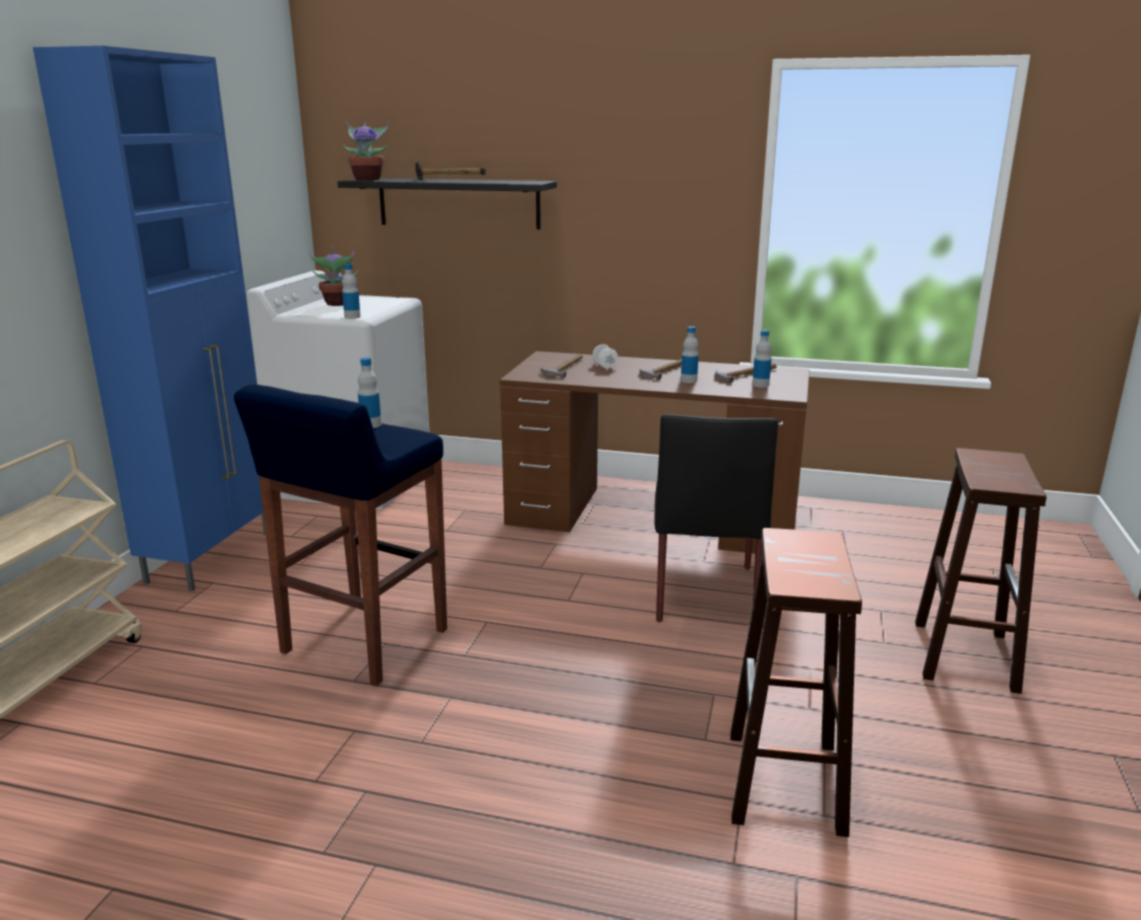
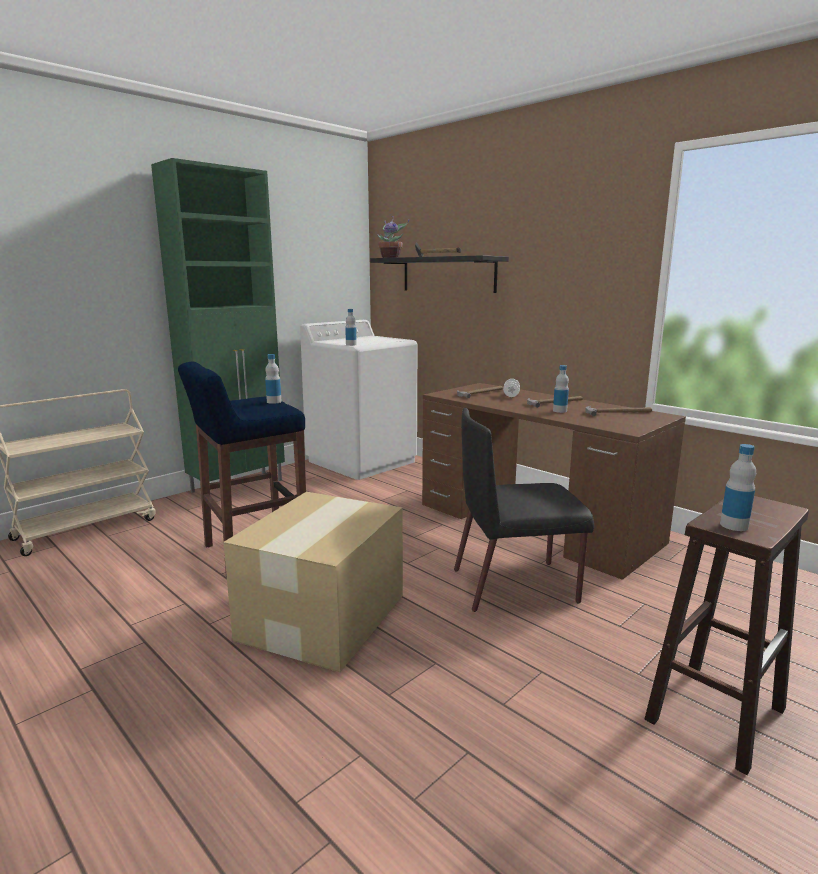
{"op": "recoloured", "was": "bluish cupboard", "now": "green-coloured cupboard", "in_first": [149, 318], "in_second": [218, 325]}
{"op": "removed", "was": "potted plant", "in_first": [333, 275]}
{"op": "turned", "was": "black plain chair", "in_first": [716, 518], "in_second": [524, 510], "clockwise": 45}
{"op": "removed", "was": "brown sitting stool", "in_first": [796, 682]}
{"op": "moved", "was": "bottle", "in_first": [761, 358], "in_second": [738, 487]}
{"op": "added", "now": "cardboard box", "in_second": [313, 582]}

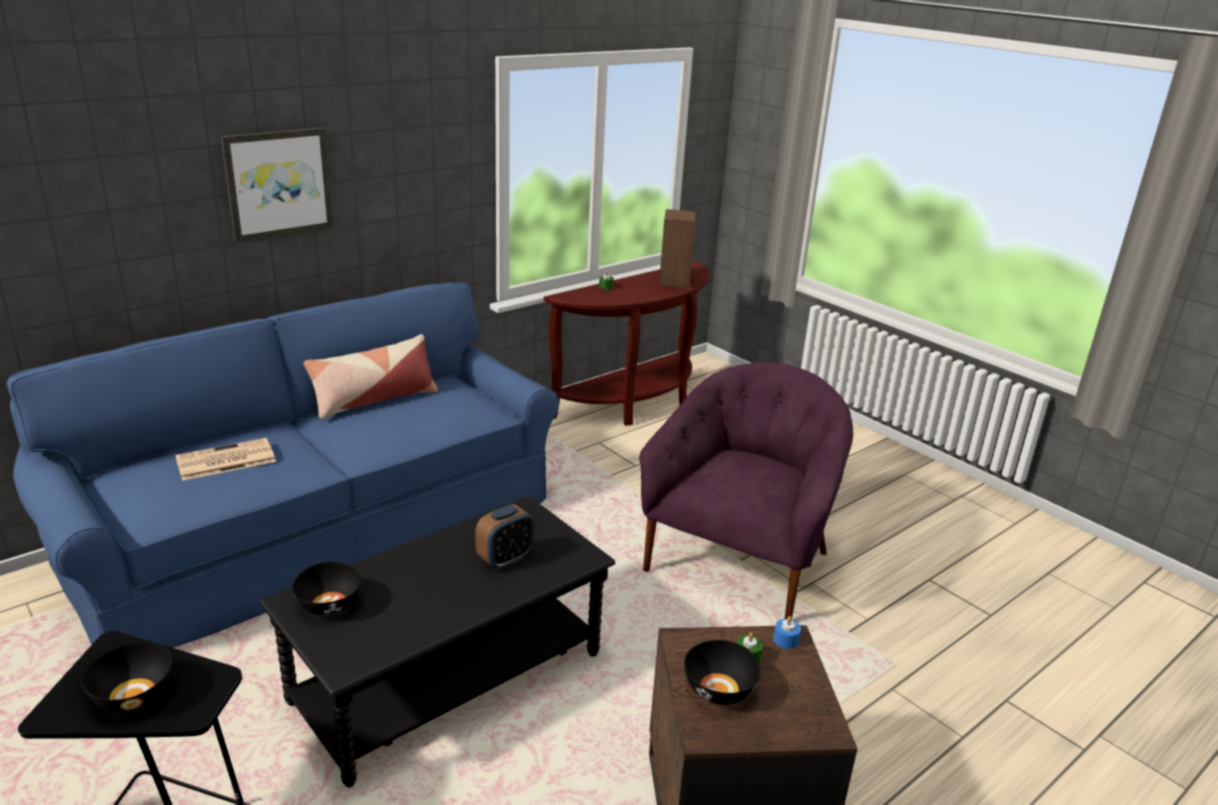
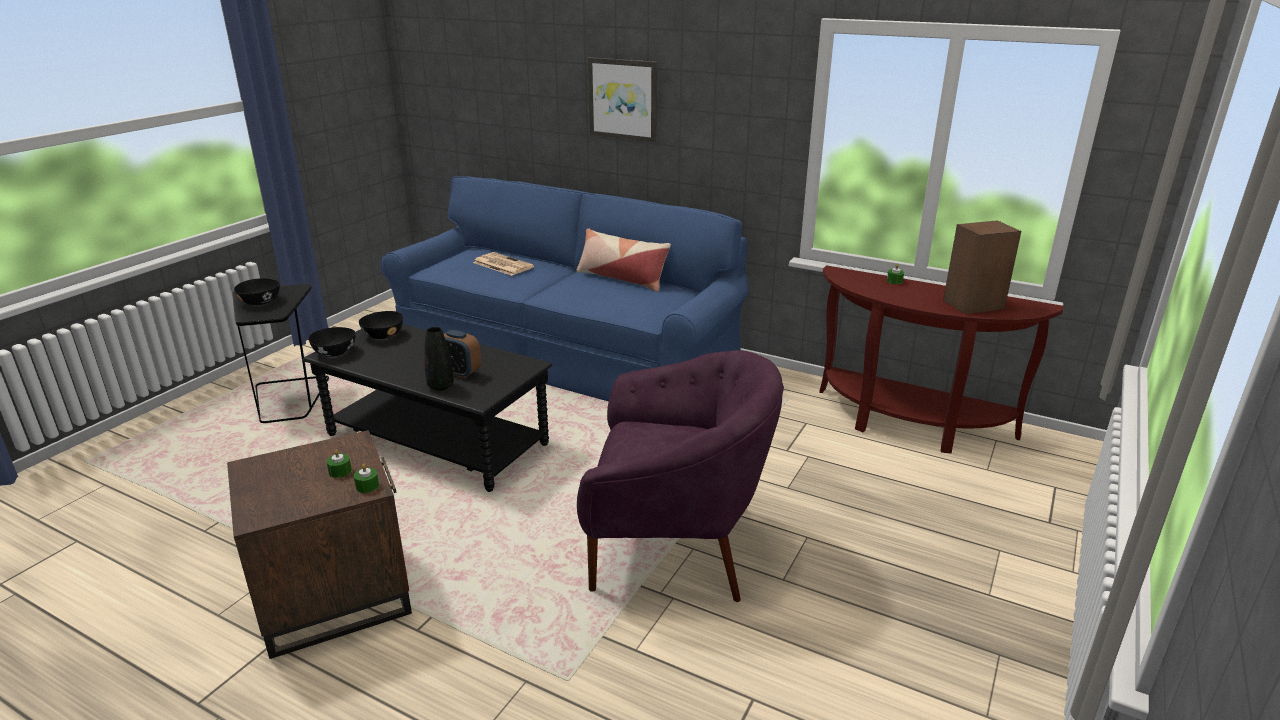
{"op": "moved", "was": "black deep dish", "in_first": [722, 672], "in_second": [331, 342]}
{"op": "recoloured", "was": "bluish wax light", "now": "green-coloured wax light", "in_first": [787, 632], "in_second": [366, 478]}
{"op": "added", "now": "black vase", "in_second": [439, 359]}

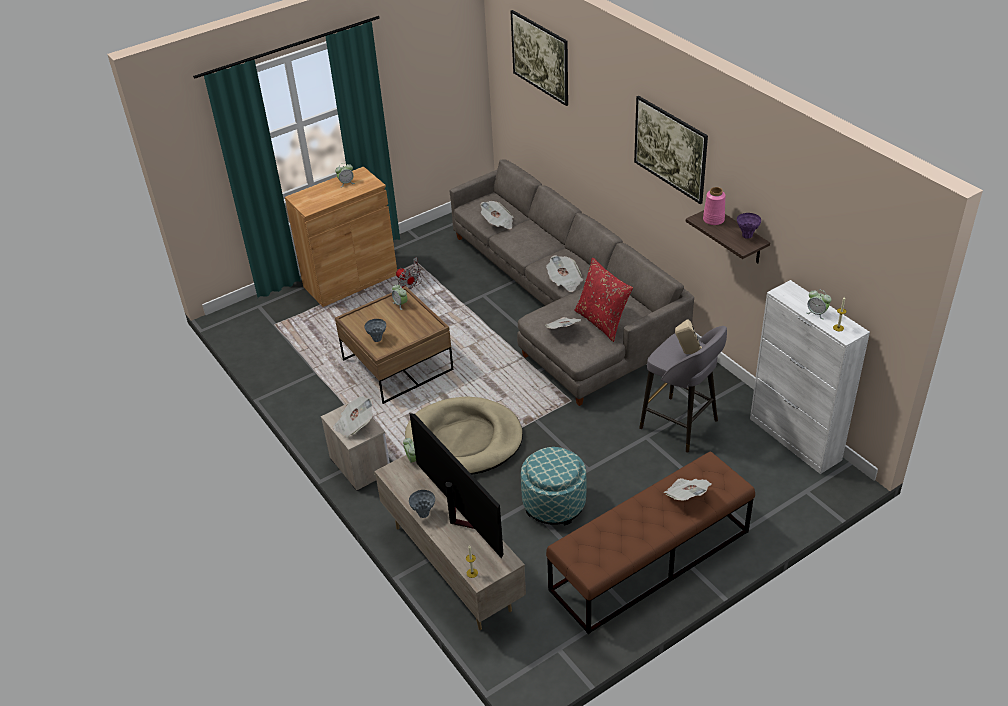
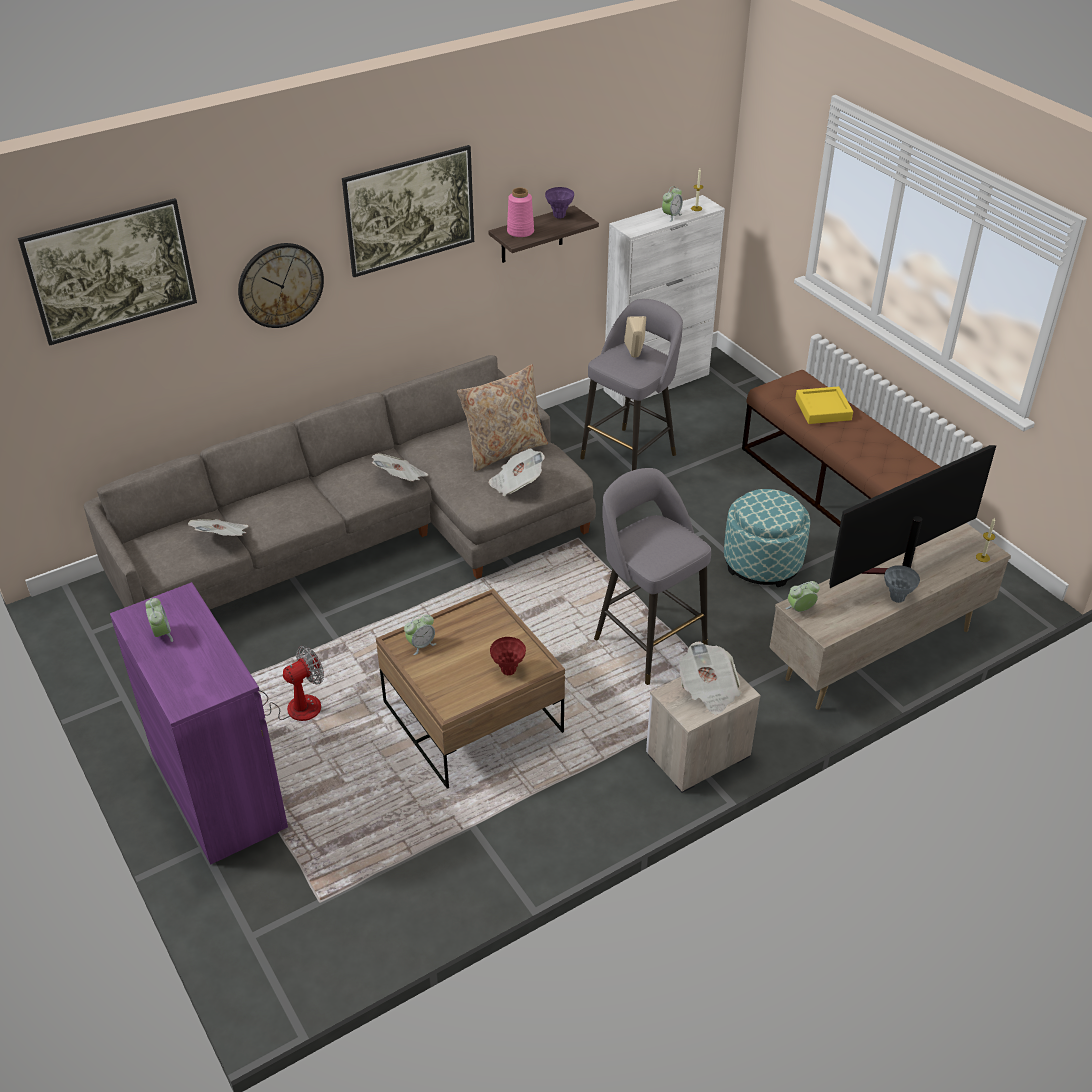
{"op": "recoloured", "was": "brown cupboard", "now": "purple cupboard", "in_first": [341, 237], "in_second": [199, 723]}
{"op": "recoloured", "was": "greyish vase", "now": "red vase", "in_first": [375, 330], "in_second": [508, 656]}
{"op": "replaced", "was": "sand-coloured dog bed", "now": "greyish sitting stool", "in_first": [464, 436], "in_second": [652, 576]}
{"op": "recoloured", "was": "red throw pillow", "now": "sand-coloured throw pillow", "in_first": [603, 300], "in_second": [502, 417]}
{"op": "replaced", "was": "daily paper", "now": "yellow-coloured serving tray", "in_first": [687, 489], "in_second": [824, 405]}
{"op": "added", "now": "clock on the wall", "in_second": [281, 285]}

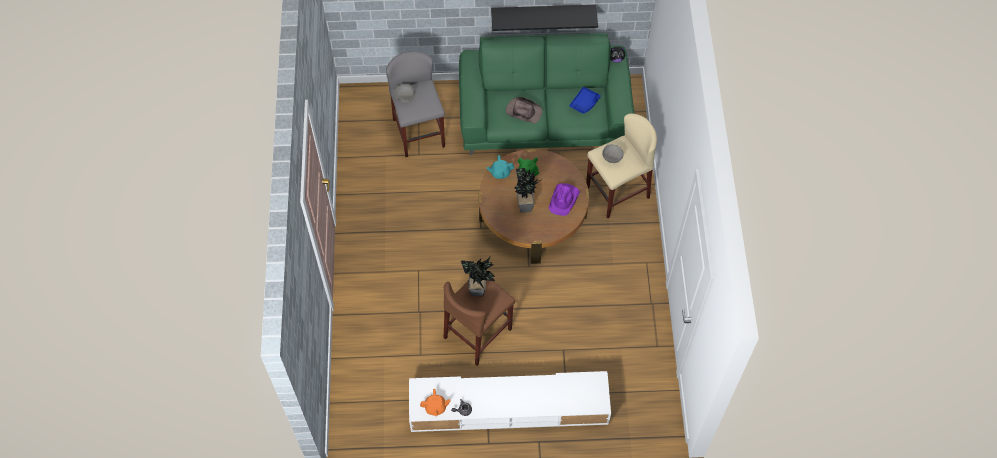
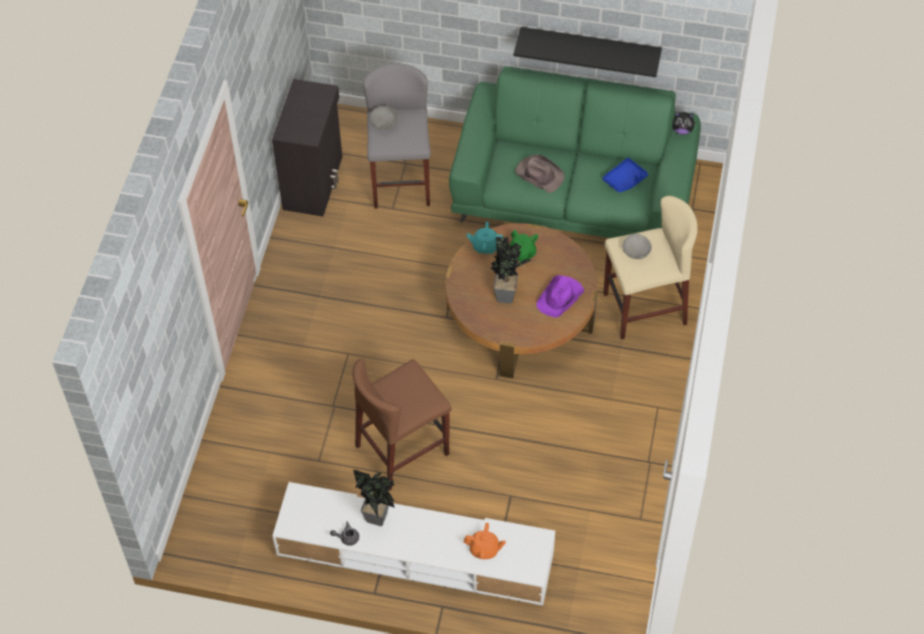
{"op": "moved", "was": "orange tea pot", "in_first": [435, 402], "in_second": [485, 541]}
{"op": "moved", "was": "potted plant", "in_first": [478, 276], "in_second": [374, 498]}
{"op": "added", "now": "black cupboard", "in_second": [307, 148]}

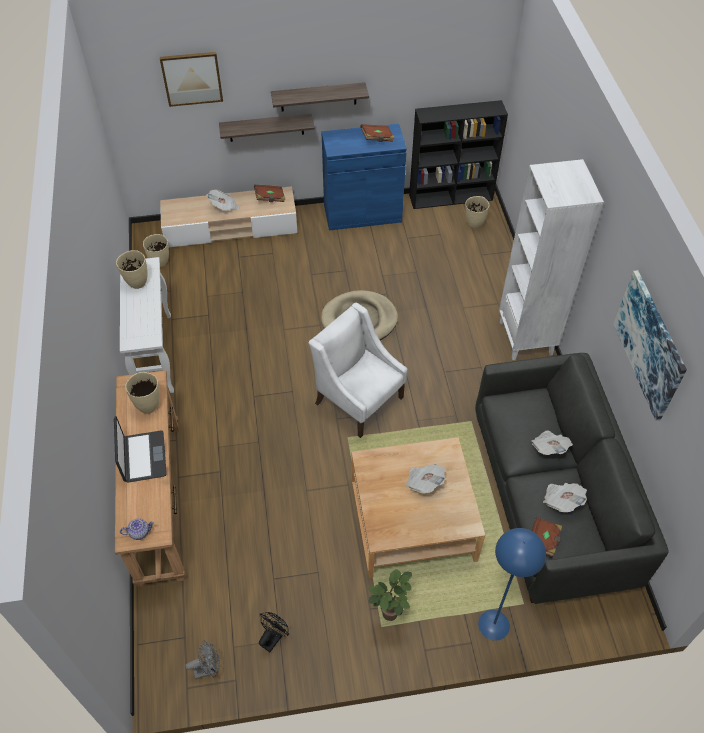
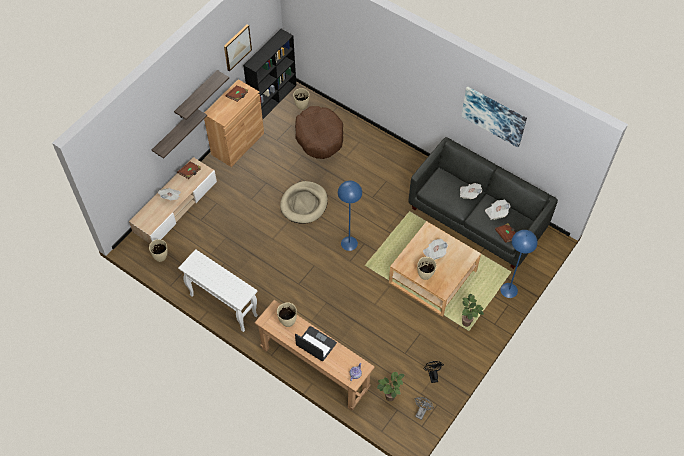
{"op": "moved", "was": "sand-coloured vase", "in_first": [132, 269], "in_second": [426, 268]}
{"op": "moved", "was": "wall picture", "in_first": [191, 79], "in_second": [238, 47]}
{"op": "replaced", "was": "whitish lounge chair", "now": "bluish standing lamp", "in_first": [358, 370], "in_second": [350, 216]}
{"op": "recoloured", "was": "bluish cupboard", "now": "brown cupboard", "in_first": [364, 177], "in_second": [234, 123]}
{"op": "removed", "was": "whitish bookshelf", "in_first": [551, 259]}
{"op": "added", "now": "brown dog bed", "in_second": [319, 132]}
{"op": "added", "now": "potted plant", "in_second": [391, 386]}

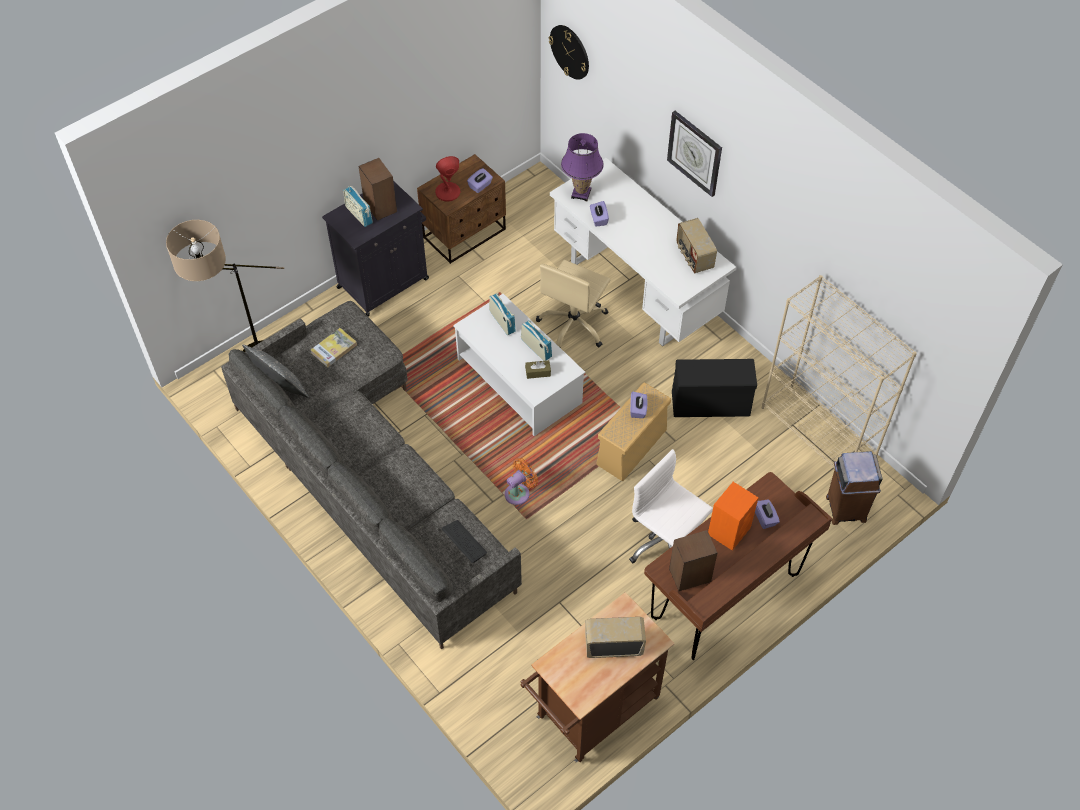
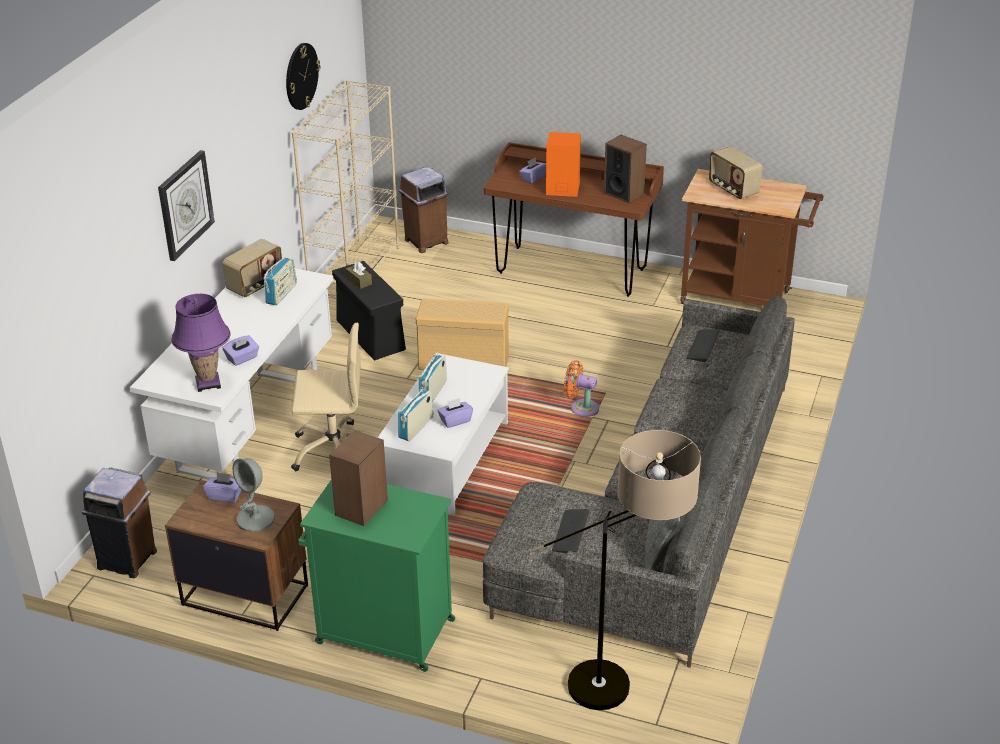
{"op": "replaced", "was": "book", "now": "keyboard", "in_first": [334, 347], "in_second": [570, 531]}
{"op": "recoloured", "was": "black cupboard", "now": "green-coloured cupboard", "in_first": [375, 248], "in_second": [376, 575]}
{"op": "moved", "was": "radio receiver", "in_first": [358, 206], "in_second": [280, 281]}
{"op": "recoloured", "was": "red lamp for a table", "now": "greyish lamp for a table", "in_first": [447, 179], "in_second": [254, 495]}
{"op": "moved", "was": "brown tissue holder", "in_first": [538, 369], "in_second": [359, 275]}
{"op": "moved", "was": "clock on the wall", "in_first": [569, 52], "in_second": [303, 76]}
{"op": "removed", "was": "whitish office chair", "in_first": [671, 506]}
{"op": "moved", "was": "purple tissue holder", "in_first": [638, 404], "in_second": [455, 413]}
{"op": "added", "now": "brown waste bin", "in_second": [119, 523]}

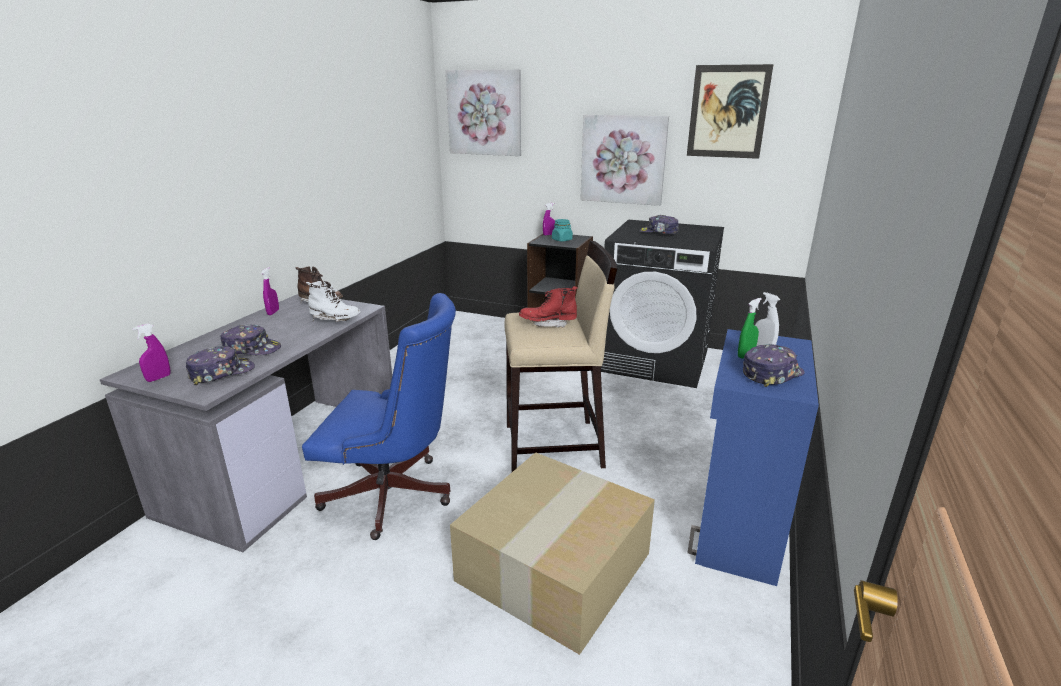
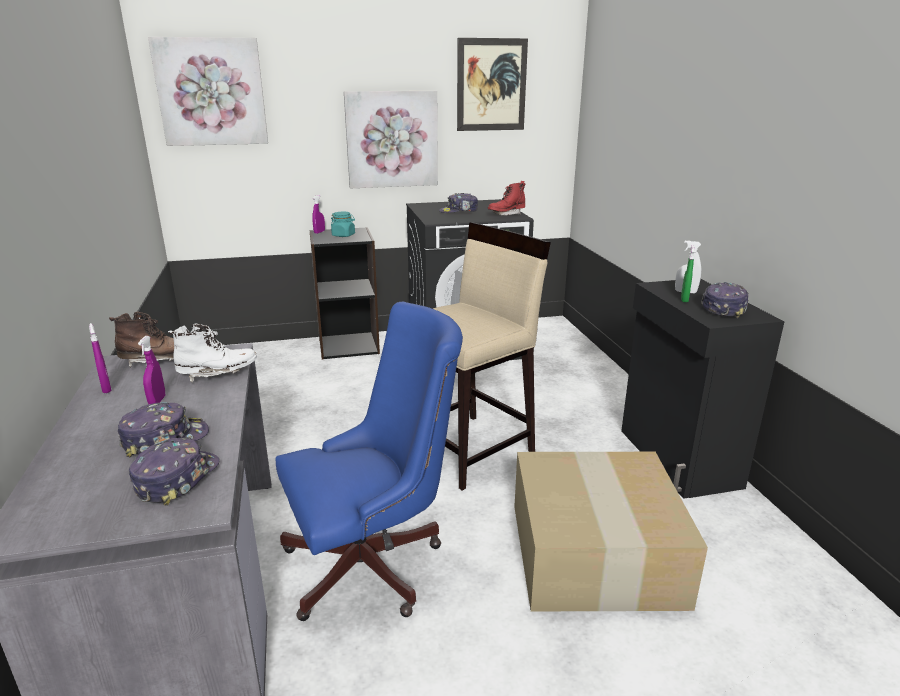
{"op": "moved", "was": "purple spray bottle", "in_first": [152, 352], "in_second": [151, 370]}
{"op": "moved", "was": "red boot", "in_first": [548, 307], "in_second": [506, 198]}
{"op": "recoloured", "was": "bluish cupboard", "now": "black cupboard", "in_first": [753, 457], "in_second": [703, 389]}

